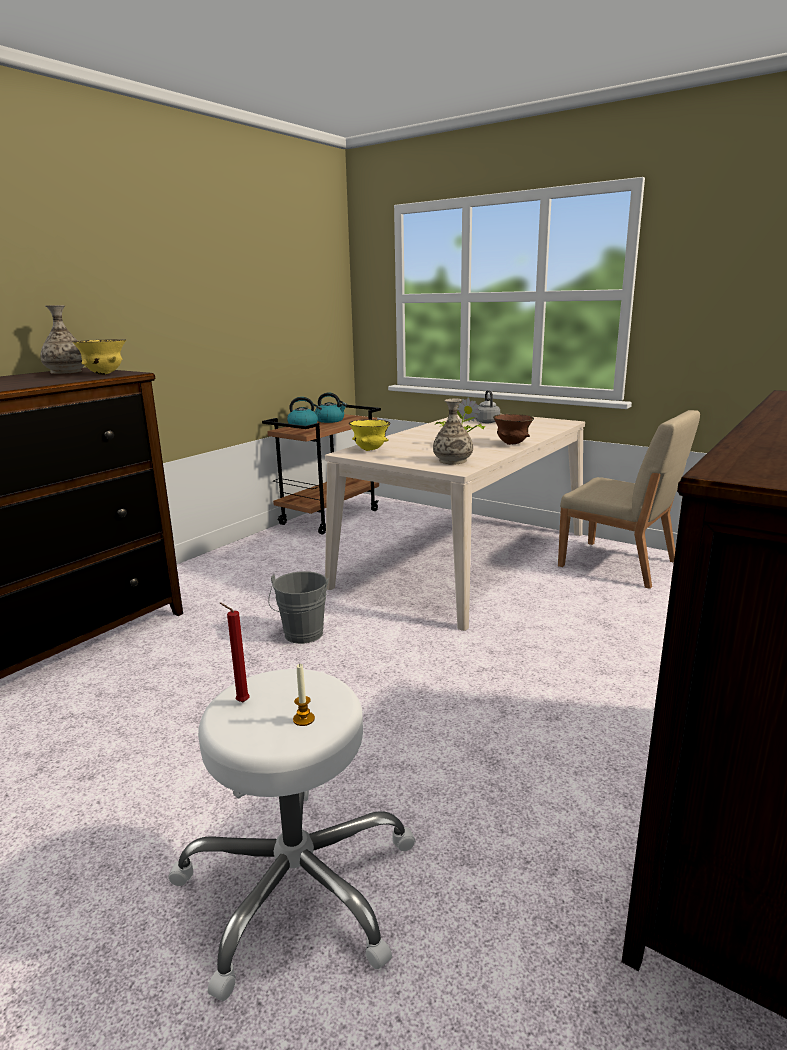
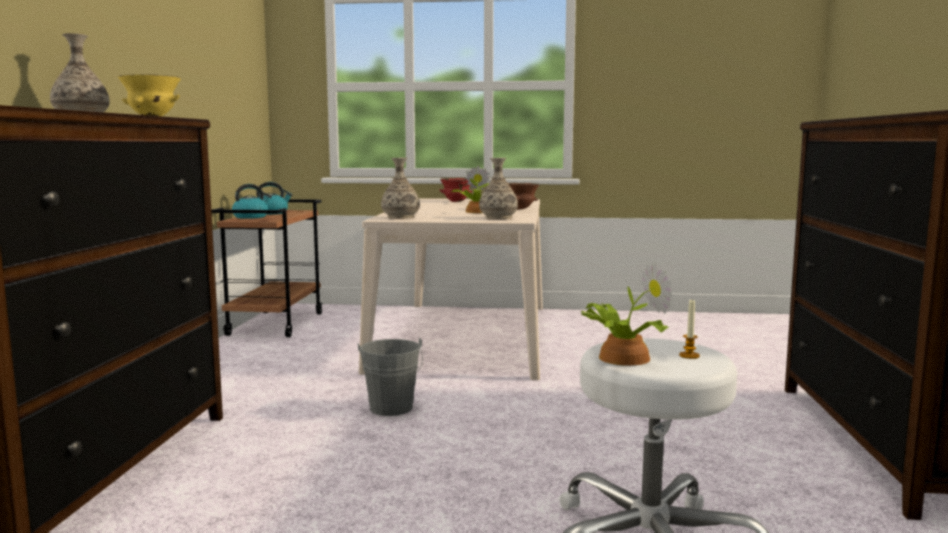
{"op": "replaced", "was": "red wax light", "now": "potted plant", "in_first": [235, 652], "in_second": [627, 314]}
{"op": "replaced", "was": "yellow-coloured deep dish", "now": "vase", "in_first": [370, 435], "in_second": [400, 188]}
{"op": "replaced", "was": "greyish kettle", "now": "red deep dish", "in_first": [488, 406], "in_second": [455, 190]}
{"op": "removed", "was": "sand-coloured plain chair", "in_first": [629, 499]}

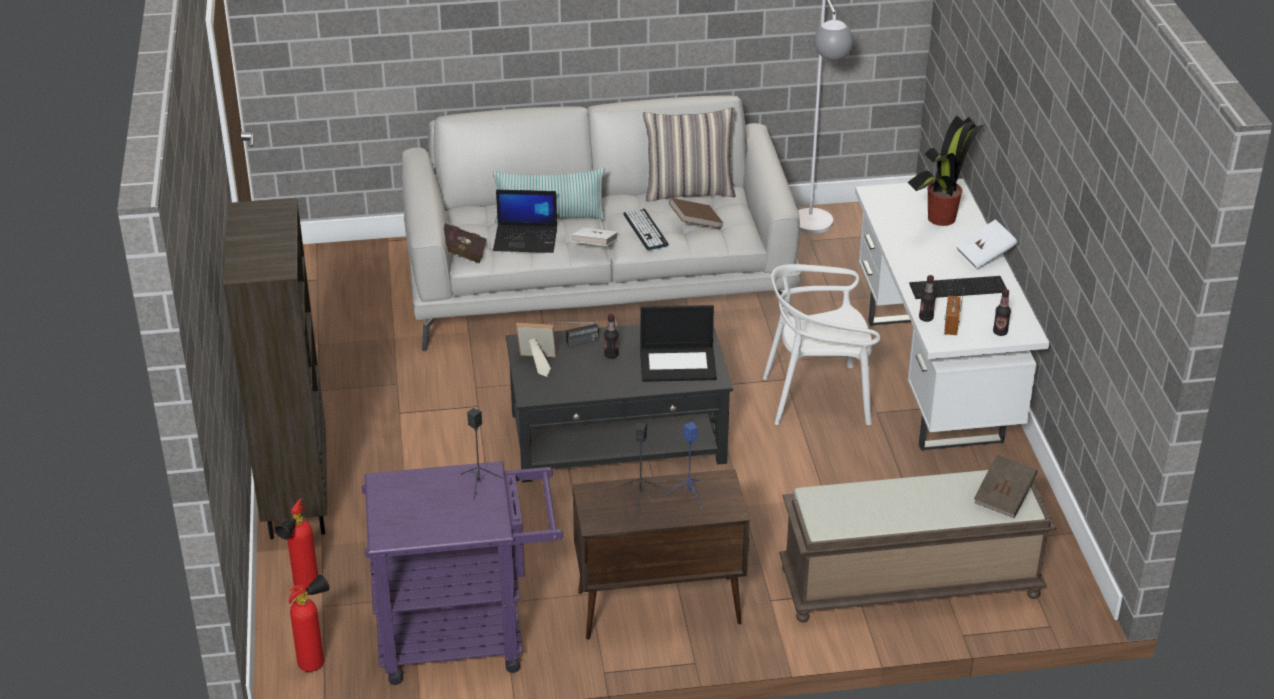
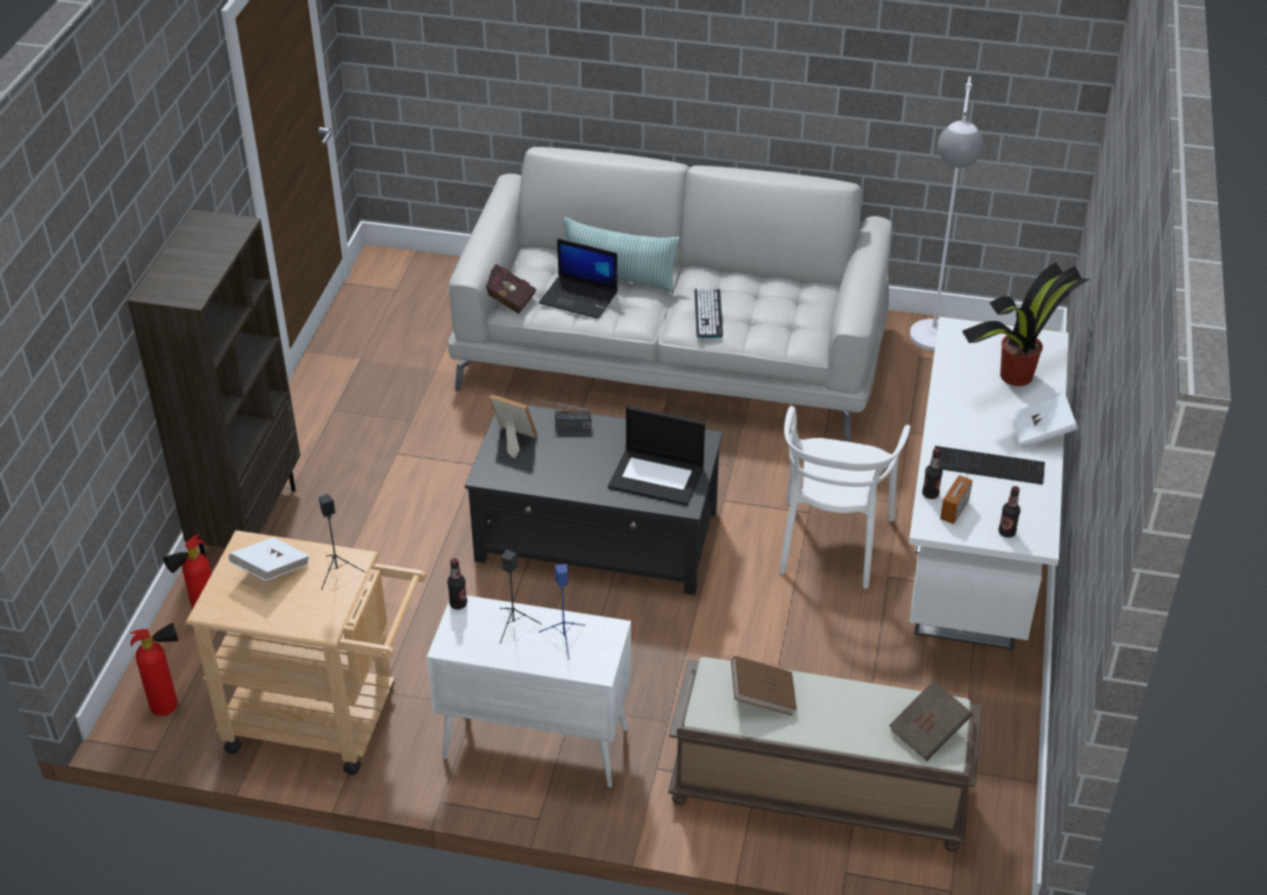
{"op": "recoloured", "was": "purple wheeled cart", "now": "sand-coloured wheeled cart", "in_first": [462, 573], "in_second": [306, 652]}
{"op": "moved", "was": "whitish book", "in_first": [594, 237], "in_second": [269, 559]}
{"op": "recoloured", "was": "brown cupboard", "now": "whitish cupboard", "in_first": [661, 554], "in_second": [529, 691]}
{"op": "moved", "was": "bottle", "in_first": [611, 336], "in_second": [457, 583]}
{"op": "removed", "was": "throw pillow", "in_first": [689, 154]}
{"op": "moved", "was": "brown book", "in_first": [696, 213], "in_second": [764, 685]}
{"op": "turned", "was": "whitish plain chair", "in_first": [821, 344], "in_second": [845, 497], "clockwise": -90}

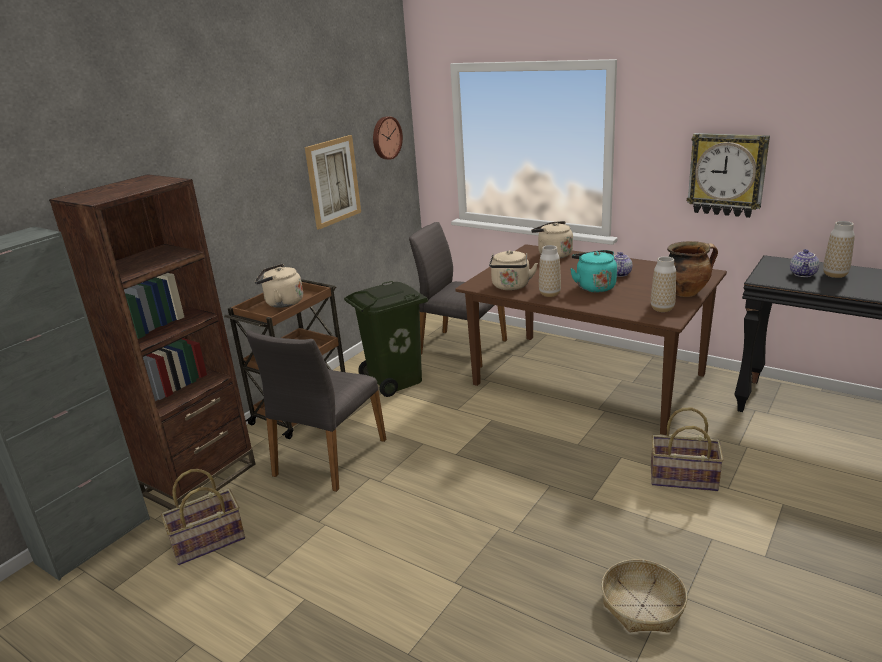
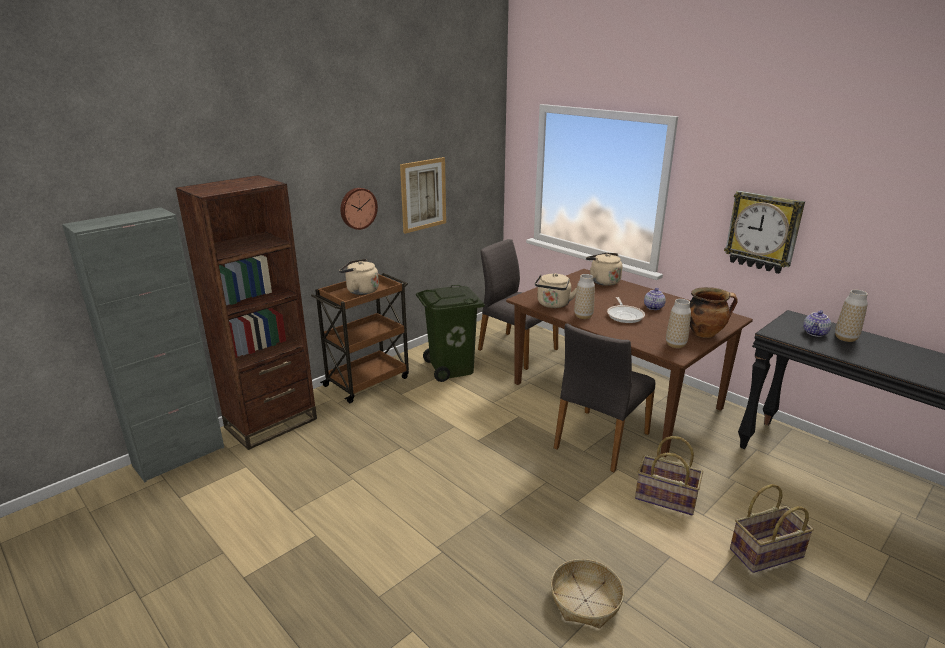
{"op": "moved", "was": "household basket", "in_first": [203, 517], "in_second": [772, 528]}
{"op": "moved", "was": "greyish plain chair", "in_first": [316, 411], "in_second": [605, 397]}
{"op": "moved", "was": "clock on the wall", "in_first": [388, 138], "in_second": [359, 209]}
{"op": "replaced", "was": "turquoise kettle", "now": "pan", "in_first": [593, 271], "in_second": [626, 310]}

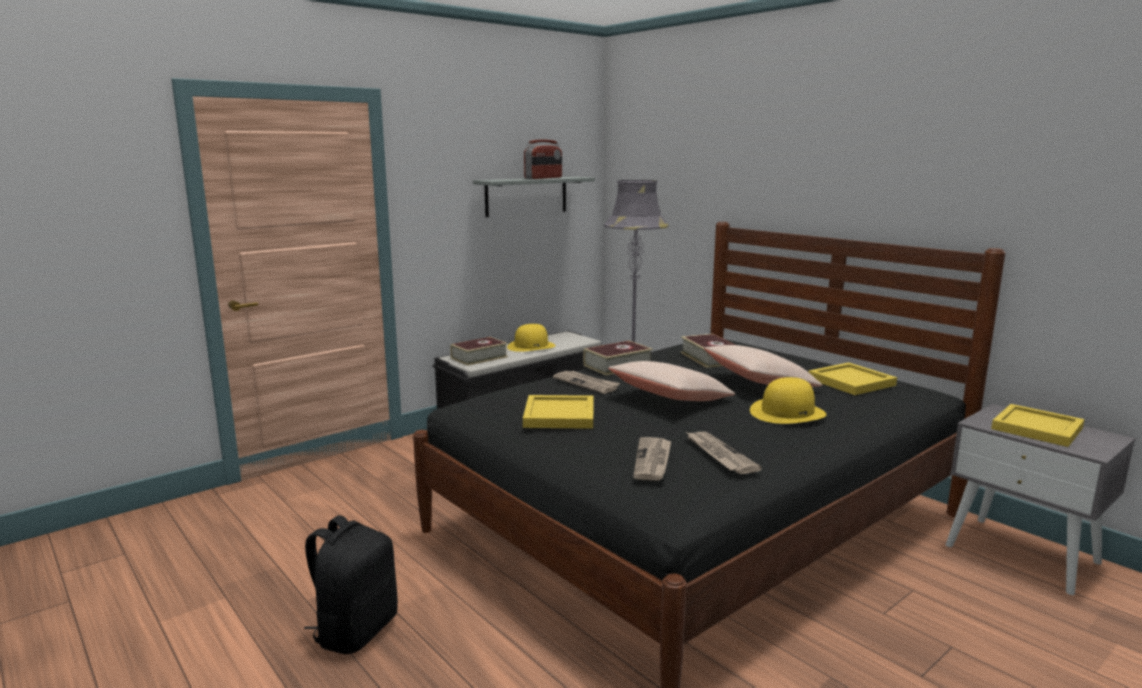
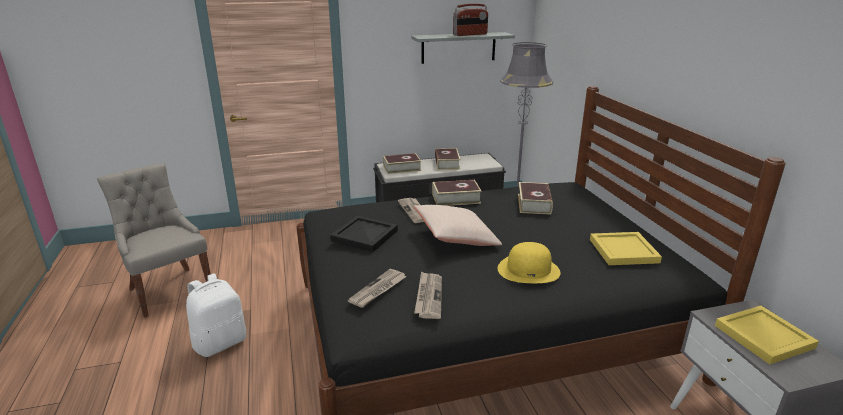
{"op": "recoloured", "was": "black backpack", "now": "whitish backpack", "in_first": [351, 584], "in_second": [216, 315]}
{"op": "replaced", "was": "yellow-coloured wearable hat", "now": "book", "in_first": [531, 338], "in_second": [448, 159]}
{"op": "recoloured", "was": "yellow-coloured serving tray", "now": "black serving tray", "in_first": [558, 412], "in_second": [364, 233]}
{"op": "removed", "was": "sand-coloured throw pillow", "in_first": [763, 366]}
{"op": "added", "now": "greyish plain chair", "in_second": [153, 240]}

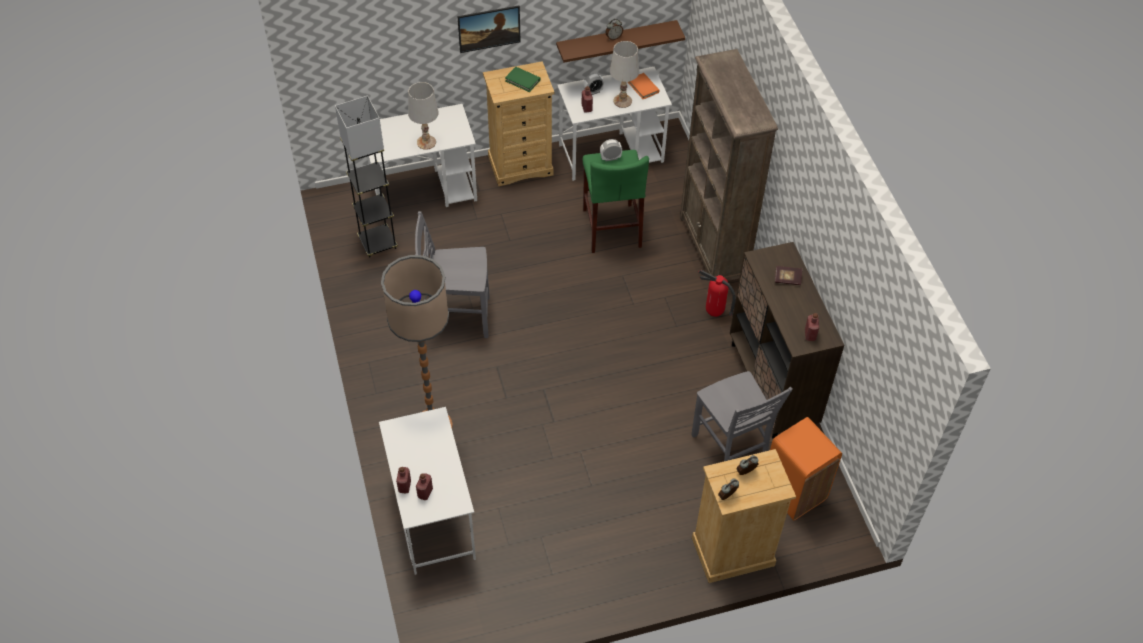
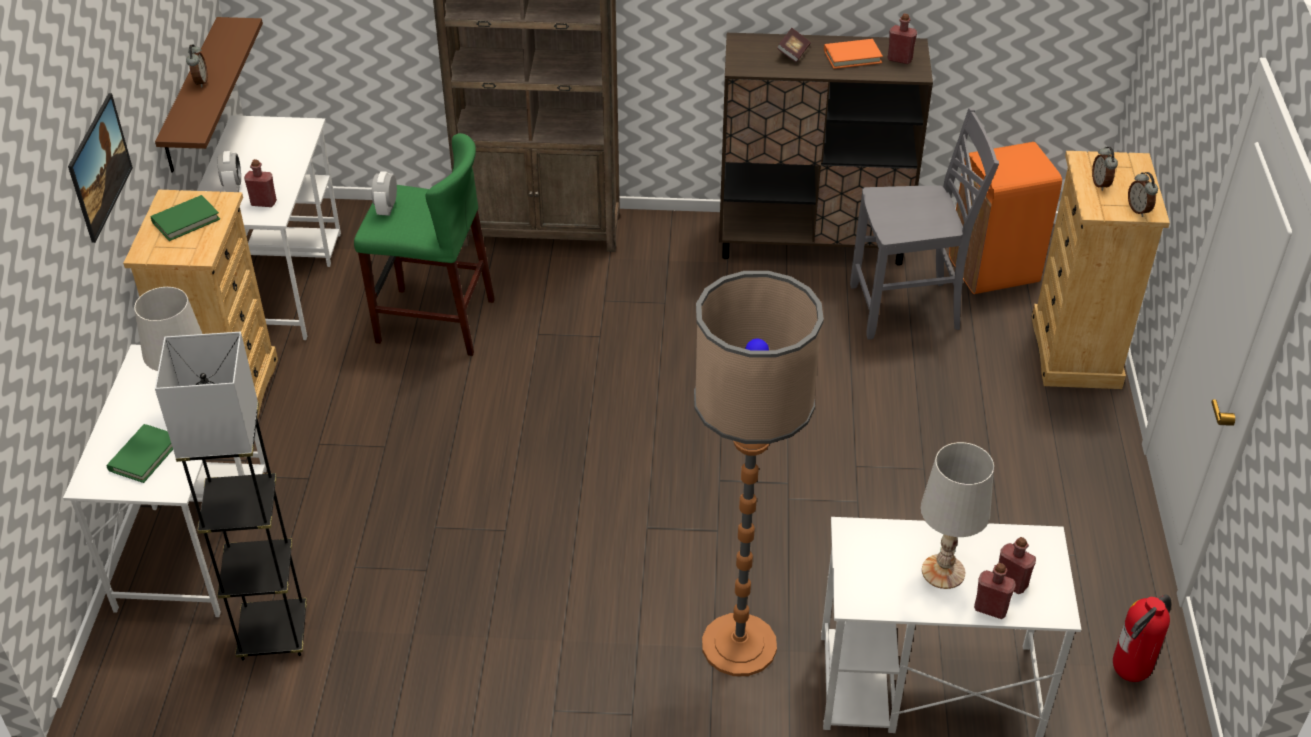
{"op": "removed", "was": "greyish plain chair", "in_first": [452, 274]}
{"op": "moved", "was": "whitish lamp for a table", "in_first": [624, 74], "in_second": [957, 515]}
{"op": "moved", "was": "orange book", "in_first": [644, 86], "in_second": [853, 54]}
{"op": "moved", "was": "extinguisher", "in_first": [717, 293], "in_second": [1142, 638]}
{"op": "added", "now": "green-coloured book", "in_second": [140, 453]}

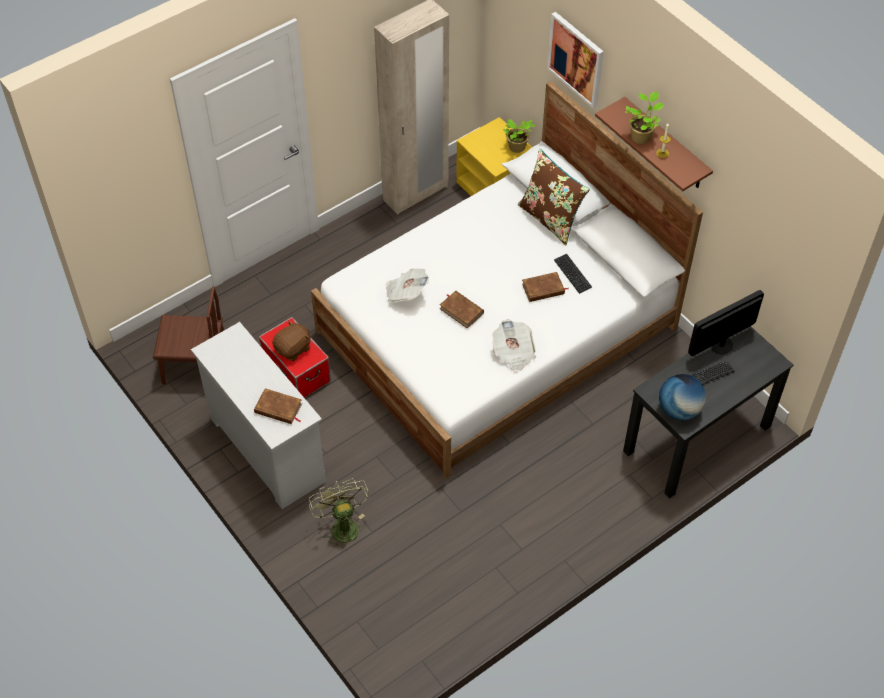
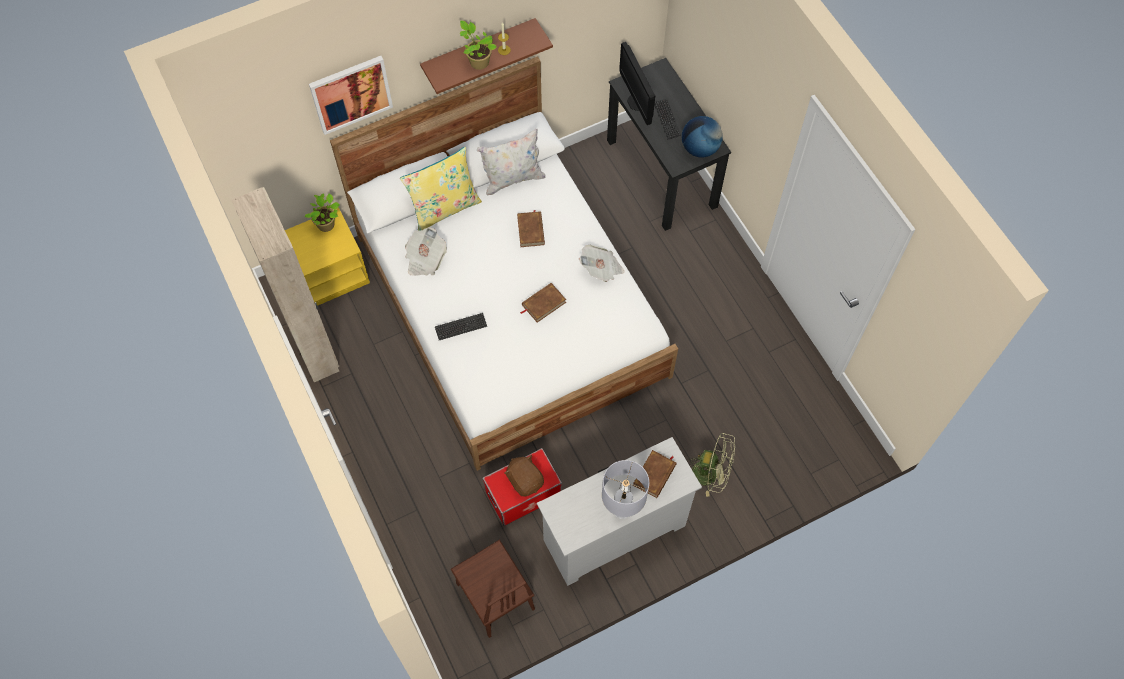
{"op": "turned", "was": "brown plain chair", "in_first": [188, 335], "in_second": [493, 589], "clockwise": 135}
{"op": "turned", "was": "green-coloured cooling fan", "in_first": [339, 514], "in_second": [711, 465], "clockwise": -150}
{"op": "moved", "was": "daily paper", "in_first": [407, 285], "in_second": [426, 251]}
{"op": "recoloured", "was": "brown throw pillow", "now": "yellow-coloured throw pillow", "in_first": [554, 197], "in_second": [441, 189]}
{"op": "moved", "was": "keyboard", "in_first": [573, 273], "in_second": [461, 326]}
{"op": "added", "now": "whitish throw pillow", "in_second": [511, 162]}
{"op": "added", "now": "greyish lamp for a table", "in_second": [625, 489]}

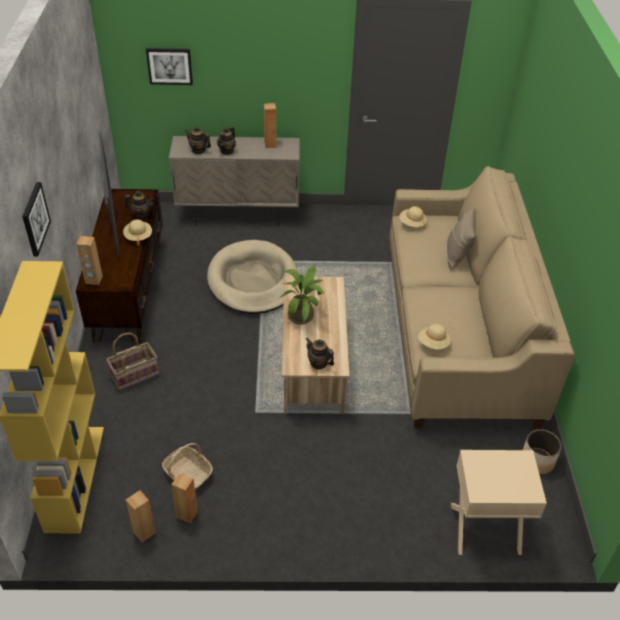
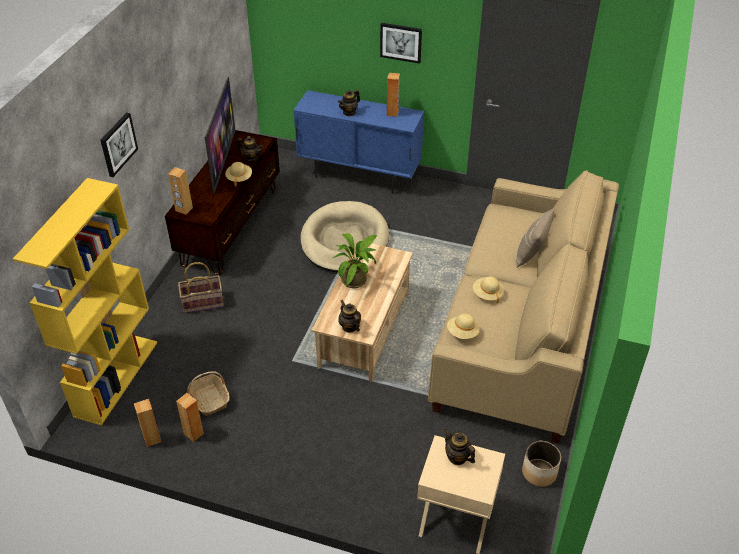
{"op": "moved", "was": "wall picture", "in_first": [169, 66], "in_second": [401, 43]}
{"op": "recoloured", "was": "sand-coloured cupboard", "now": "bluish cupboard", "in_first": [234, 181], "in_second": [358, 142]}
{"op": "moved", "was": "tea pot", "in_first": [198, 140], "in_second": [459, 446]}
{"op": "moved", "was": "sand-coloured wearable hat", "in_first": [413, 217], "in_second": [488, 289]}

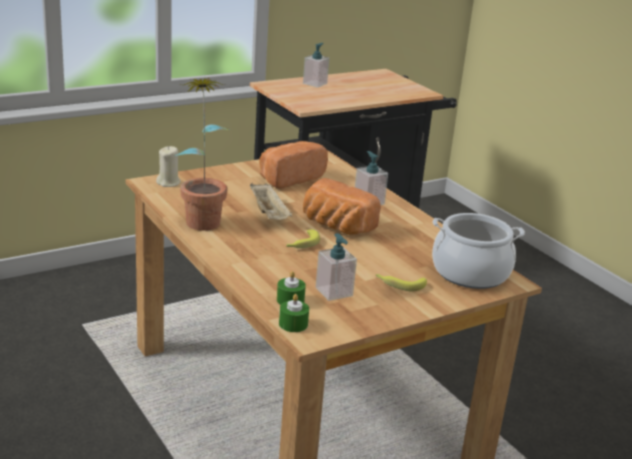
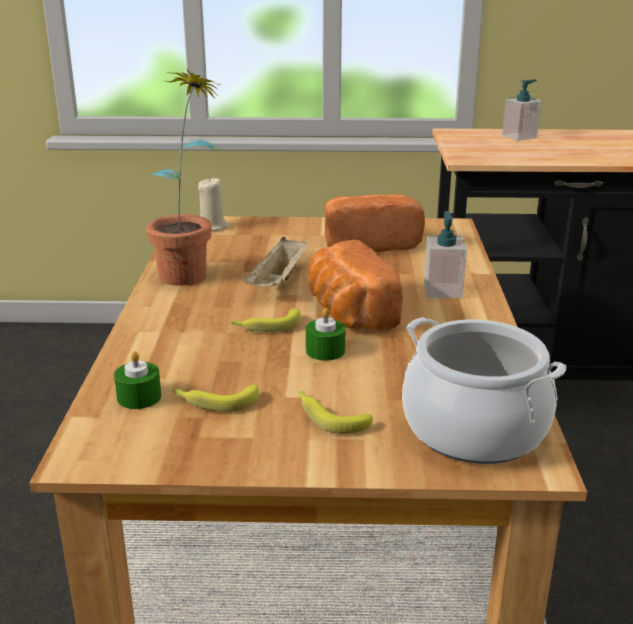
{"op": "moved", "was": "green-coloured wax light", "in_first": [294, 313], "in_second": [326, 334]}
{"op": "replaced", "was": "soap bottle", "now": "banana", "in_first": [336, 267], "in_second": [216, 398]}

